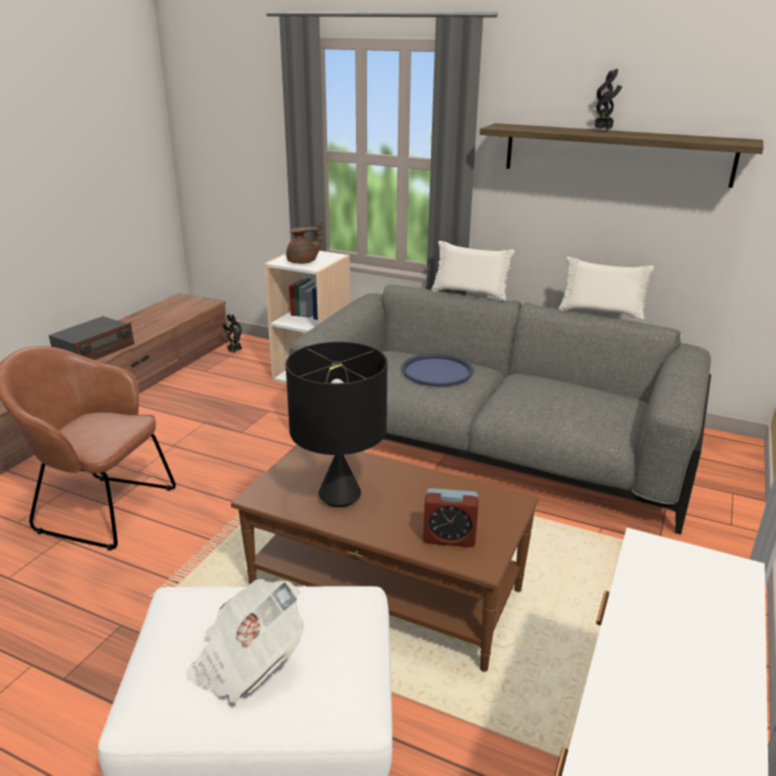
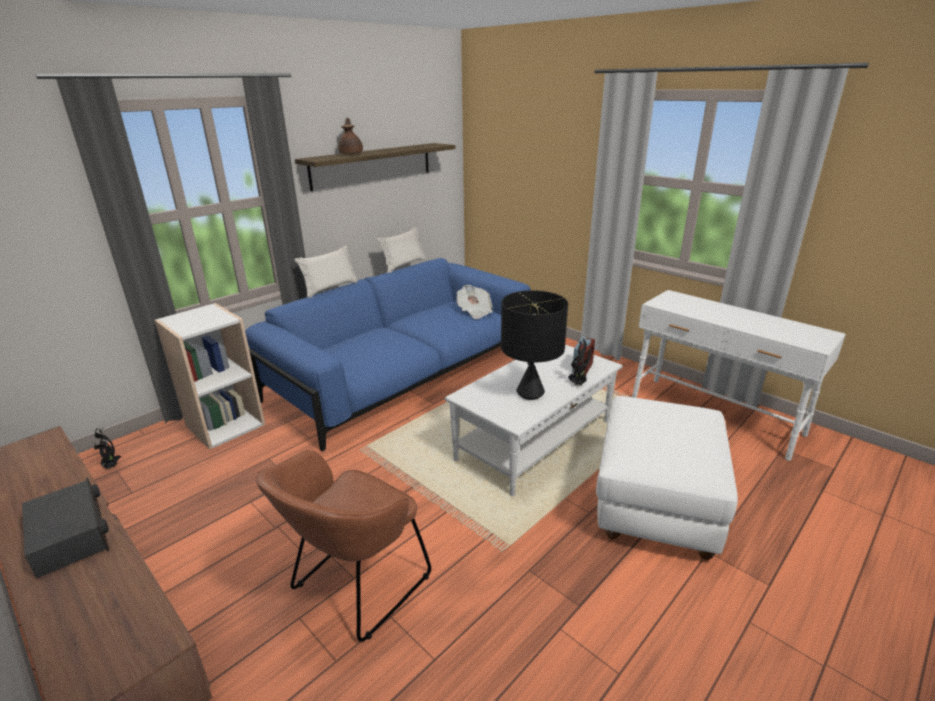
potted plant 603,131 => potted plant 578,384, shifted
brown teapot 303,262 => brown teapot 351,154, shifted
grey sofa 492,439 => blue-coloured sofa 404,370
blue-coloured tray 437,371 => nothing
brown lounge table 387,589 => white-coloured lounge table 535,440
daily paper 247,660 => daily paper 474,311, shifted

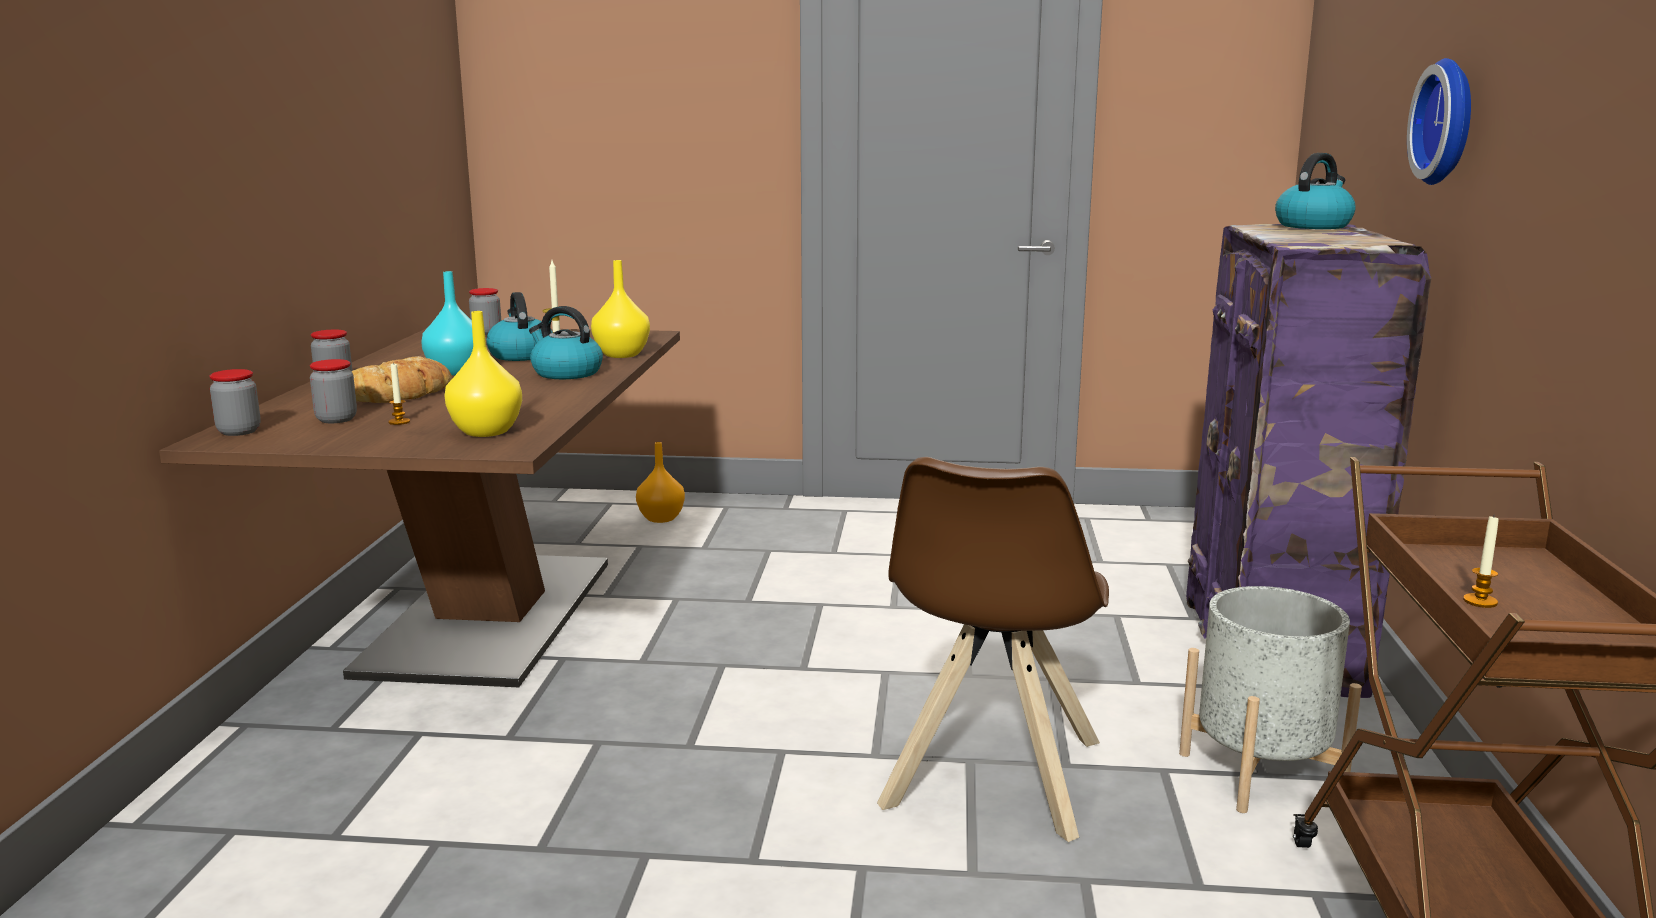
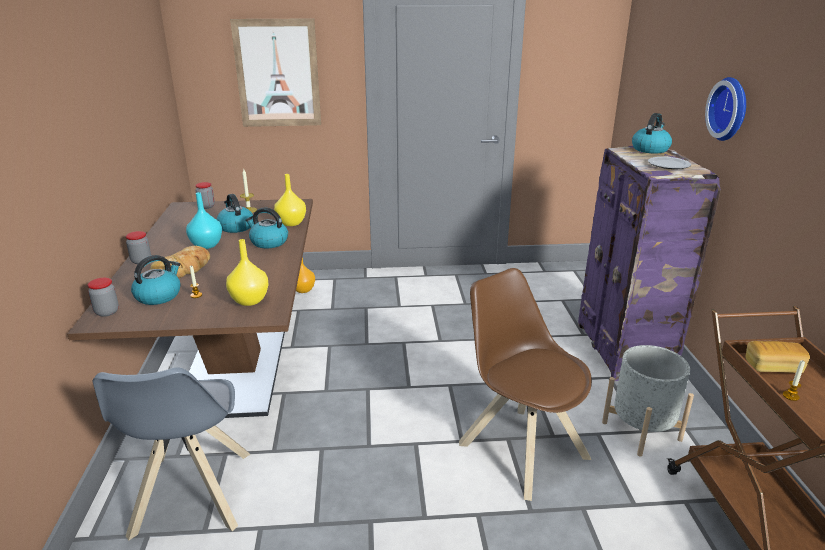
storage jar 336,419 => water kettle 159,295
brown chair 990,777 => brown chair 520,448, 135 degrees clockwise
nothing => wall picture 277,74
nothing => flat dish 668,165
nothing => bread 773,367
nothing => grey chair 191,496

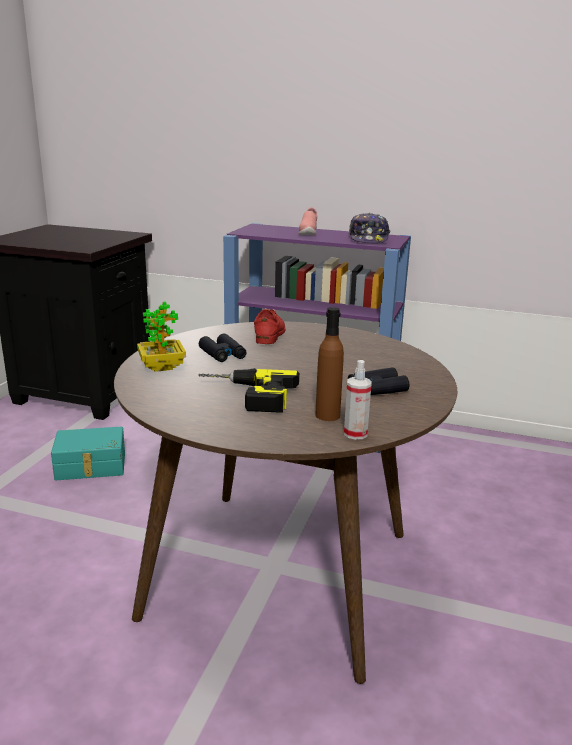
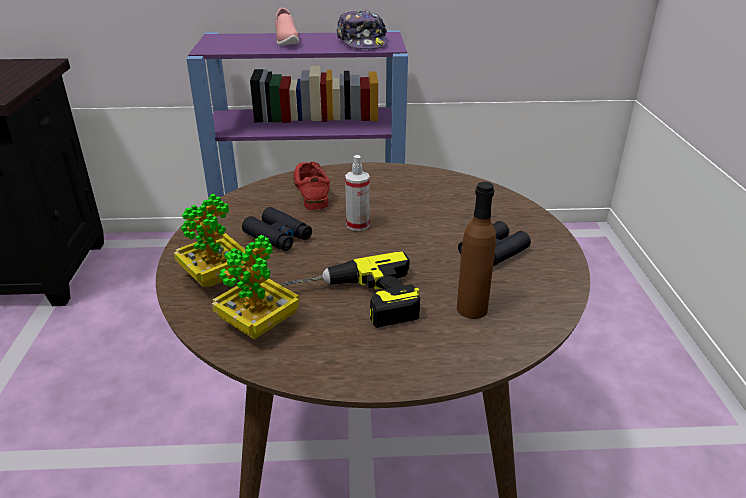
hand sprayer 355,433 => hand sprayer 358,225, shifted
turquoise-coloured storage box 91,466 => nothing
nothing => potted plant 258,324

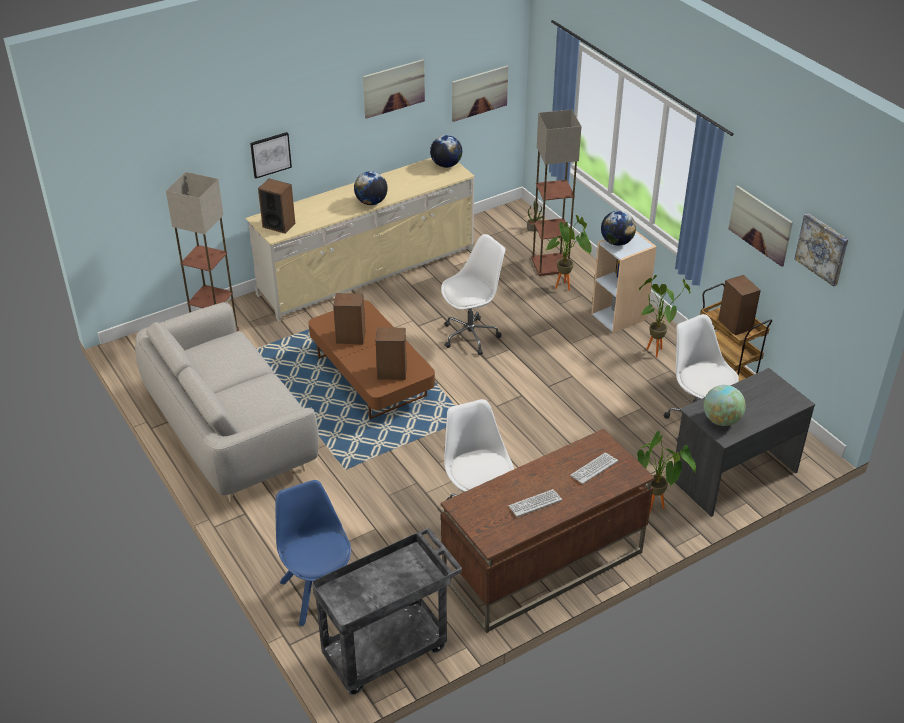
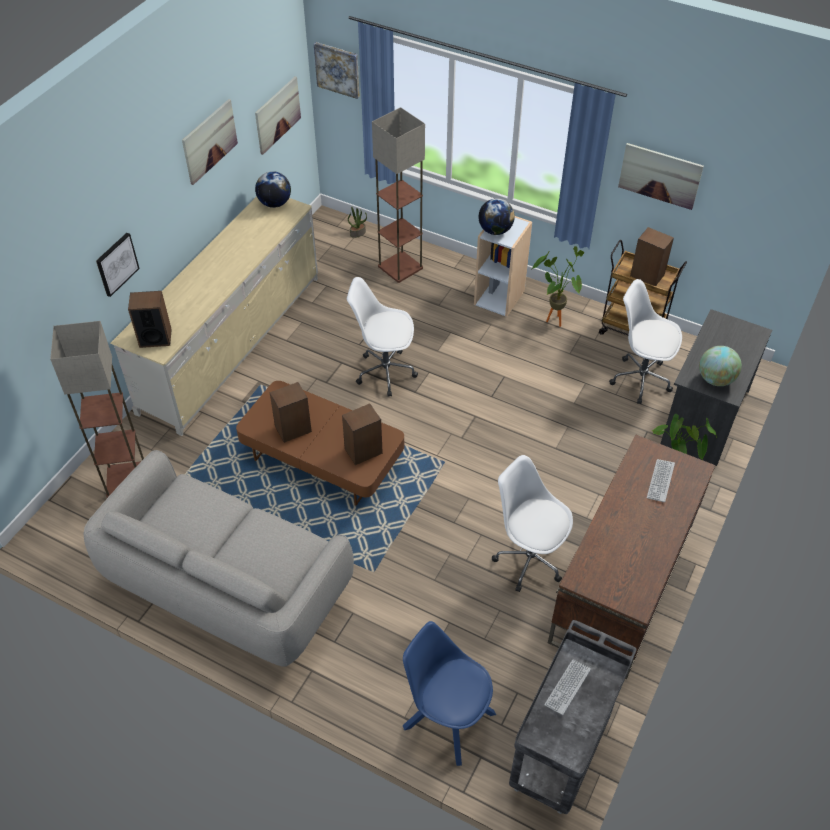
world globe 371,202 => nothing
wall picture 822,248 => wall picture 337,69, shifted
potted plant 567,287 => nothing
white-coloured computer chair 471,336 => white-coloured computer chair 384,372, 105 degrees counterclockwise
keyboard 535,503 => keyboard 567,687, shifted

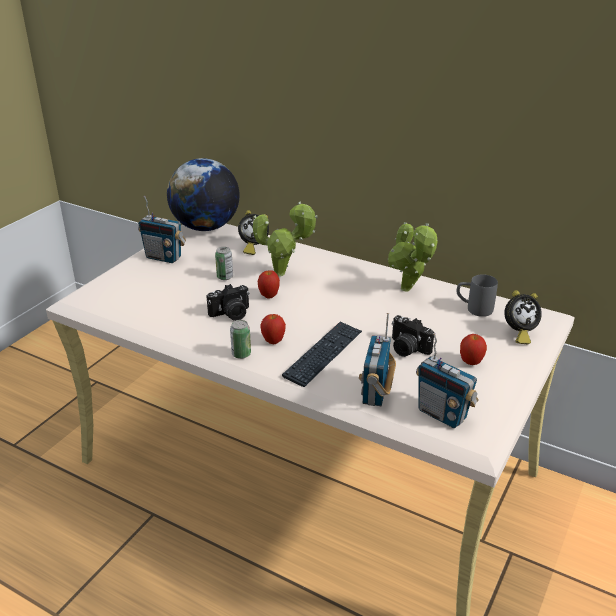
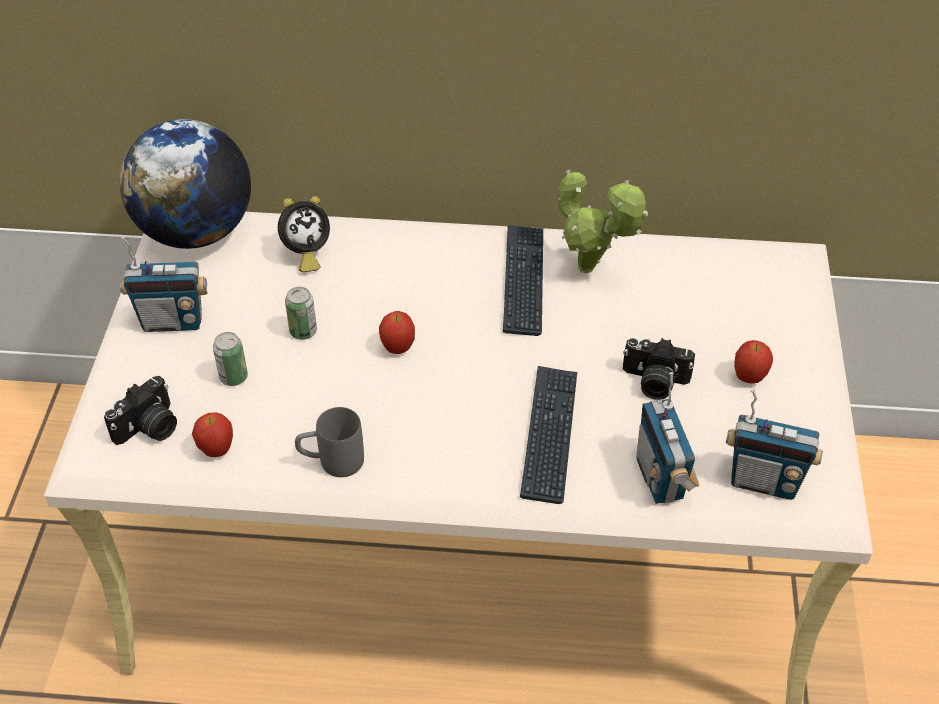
potted plant 283,274 => nothing
grey coffee mug 473,309 => grey coffee mug 331,462, shifted
photo camera 231,314 => photo camera 149,428, shifted
table clock 518,334 => nothing
apple fruit 273,341 => apple fruit 216,450, shifted
sealed can 241,354 => sealed can 233,377, shifted
nothing => keyboard 523,281

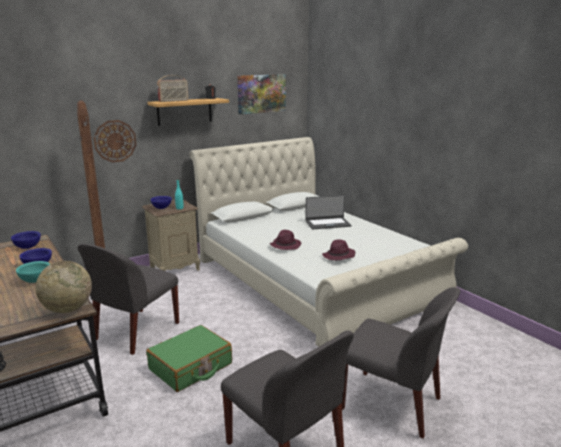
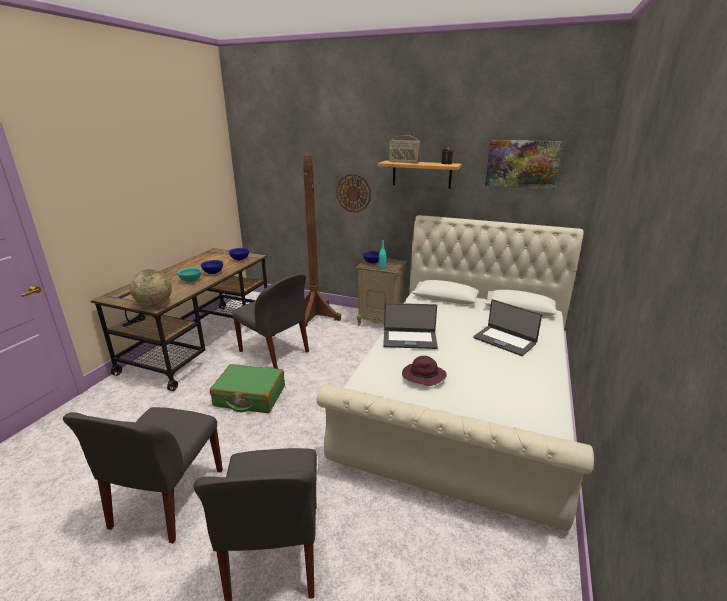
purplish hat 285,245 => portable computer 409,339
grey chair 135,332 => grey chair 275,352, 135 degrees counterclockwise

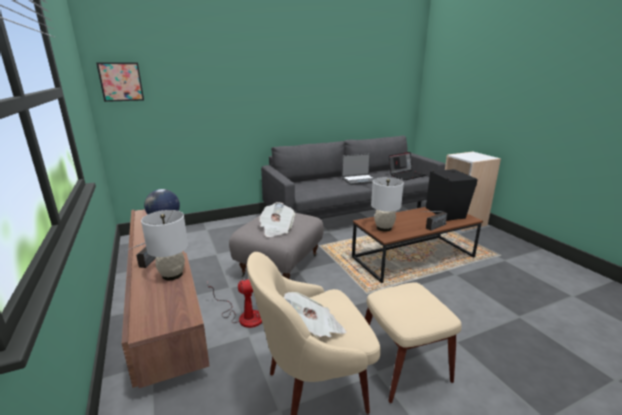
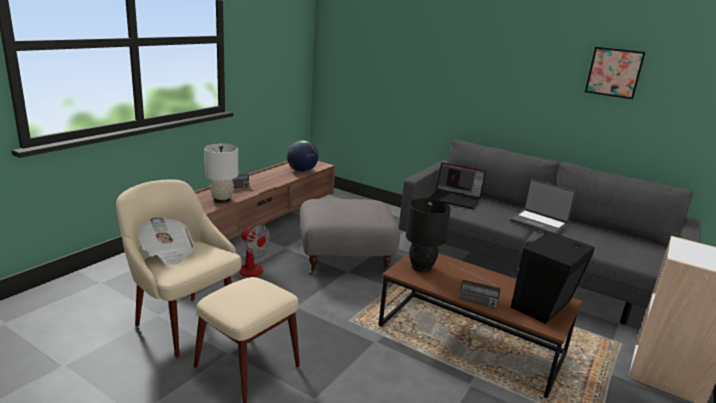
wall picture 121,82 => wall picture 614,72, shifted
portable computer 406,175 => portable computer 455,199, shifted
white-coloured tabletop lamp 384,228 => blackish tabletop lamp 421,267
daily paper 276,229 => nothing

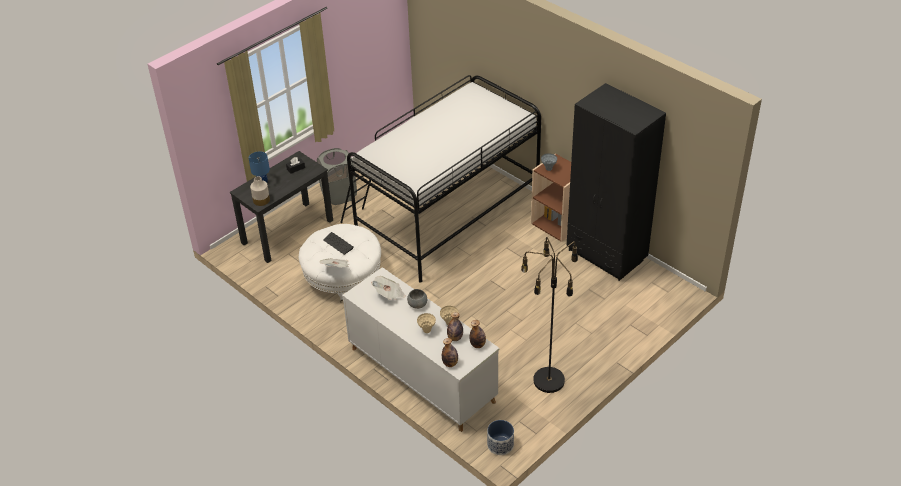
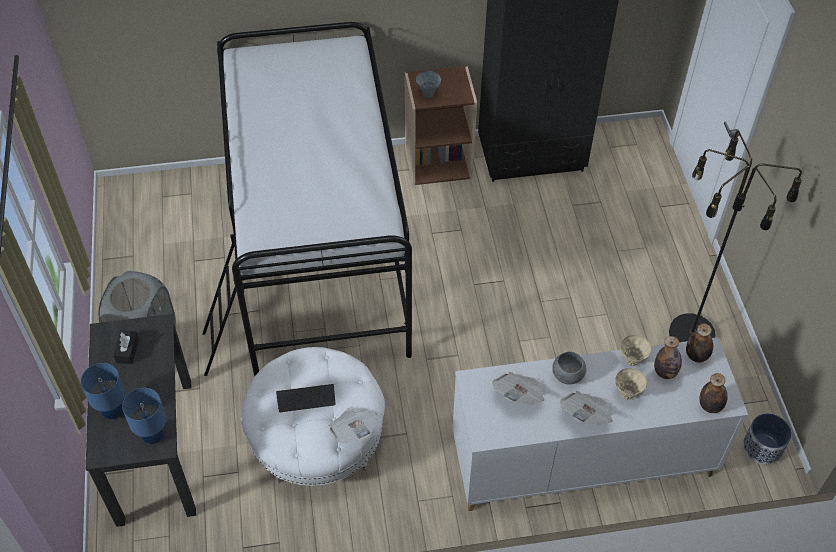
beige-coloured vase 261,200 => blue-coloured tabletop lamp 152,436
nothing => daily paper 587,415

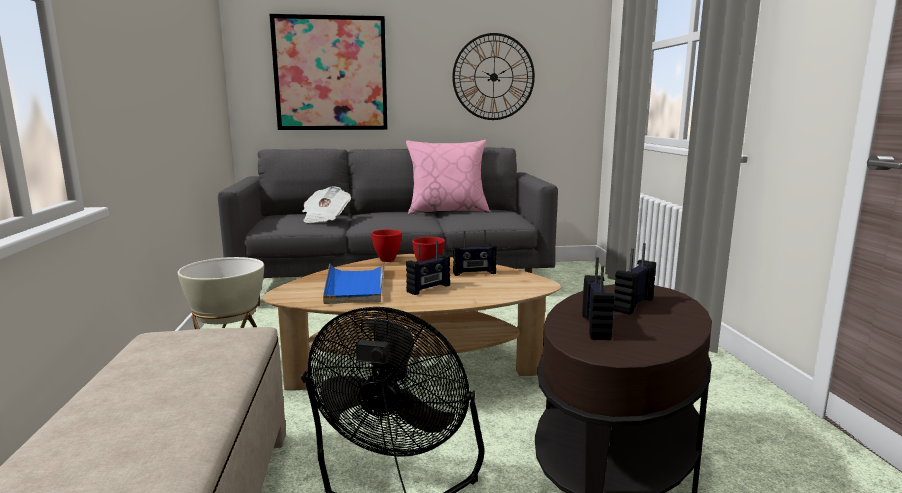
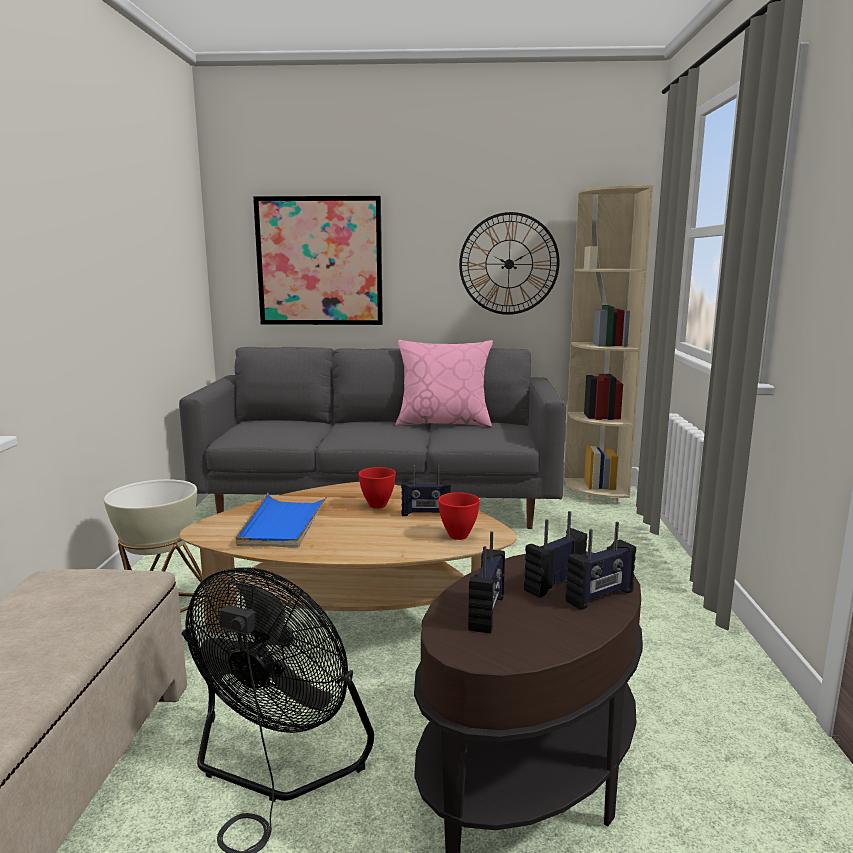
daily paper 325,218 => nothing
red-coloured deep dish 387,260 => red-coloured deep dish 459,535, shifted
radio receiver 429,289 => radio receiver 600,597, shifted
nothing => beige-coloured shelving unit 596,495

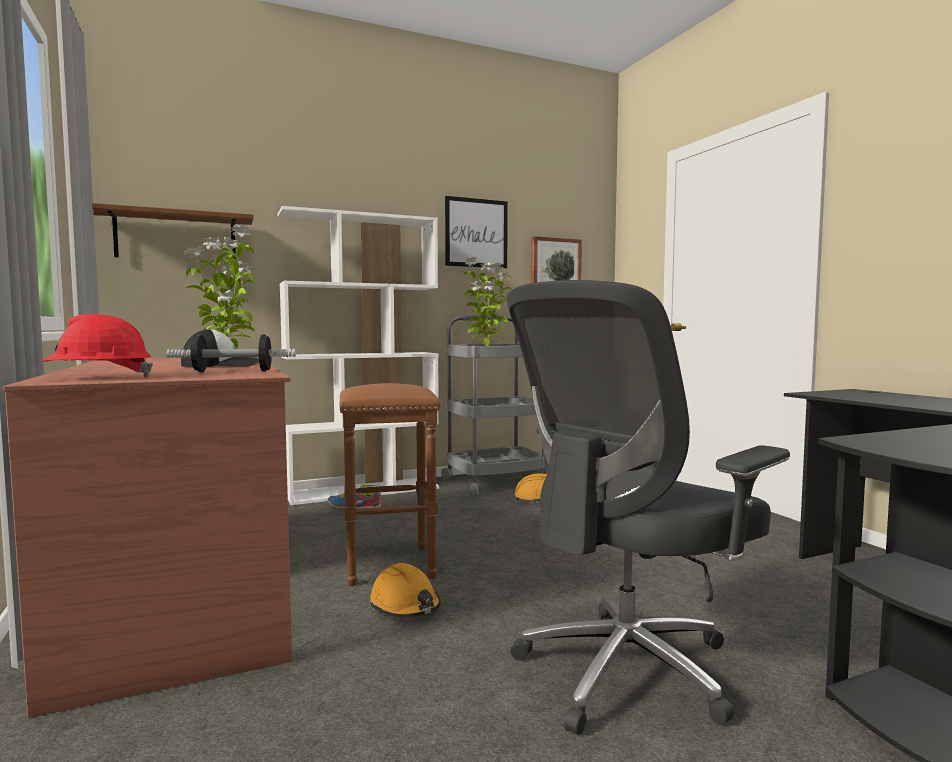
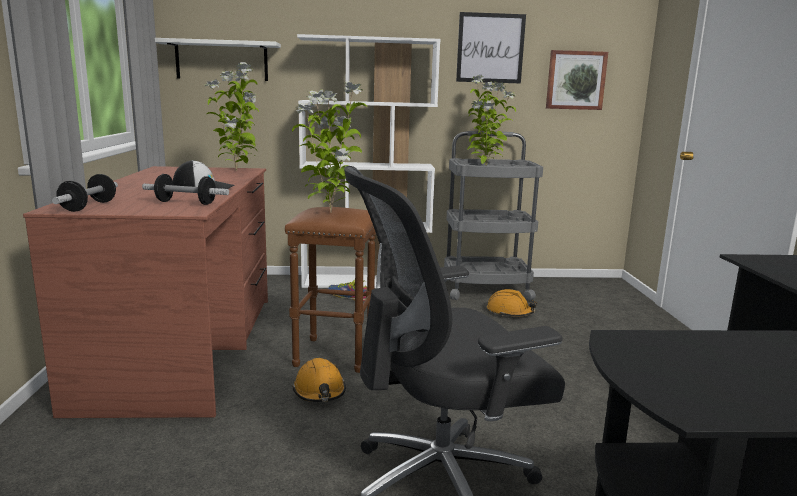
brown wall shelf 176,237 => white-coloured wall shelf 221,61
red-coloured hard hat 99,378 => free weight 89,206
nothing => potted plant 330,212

